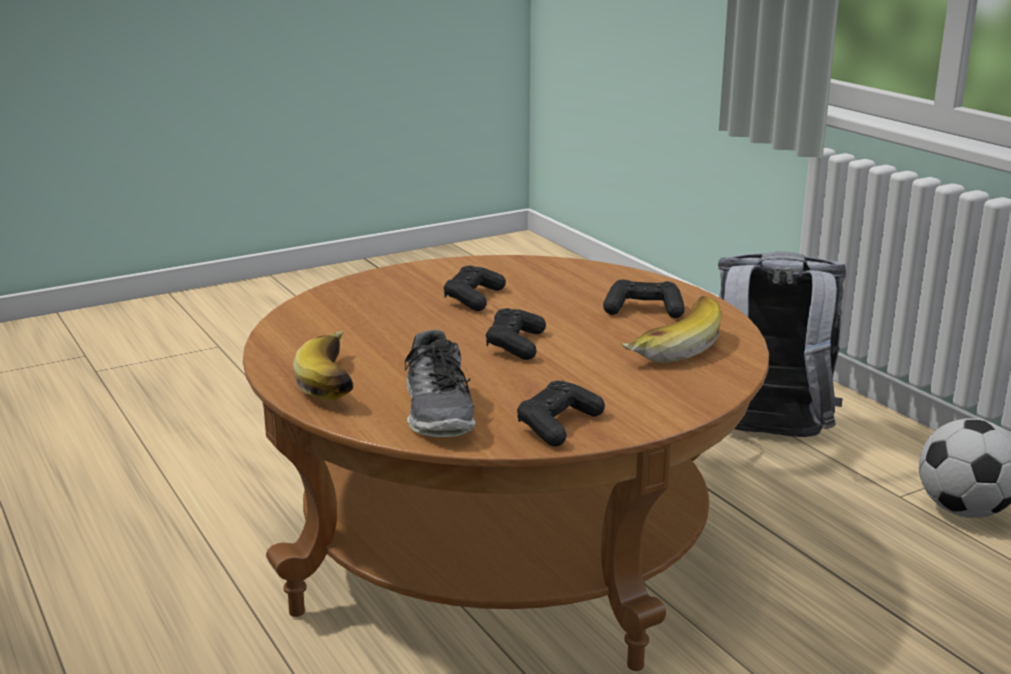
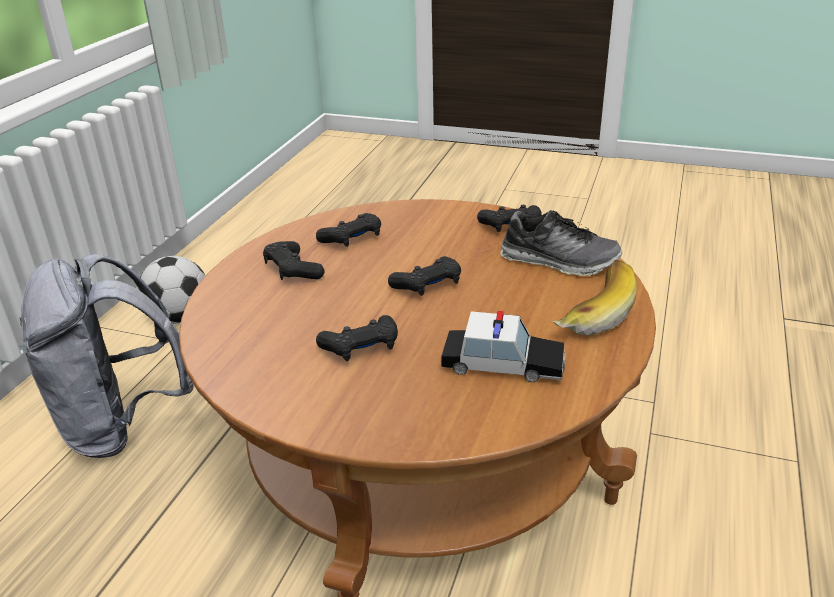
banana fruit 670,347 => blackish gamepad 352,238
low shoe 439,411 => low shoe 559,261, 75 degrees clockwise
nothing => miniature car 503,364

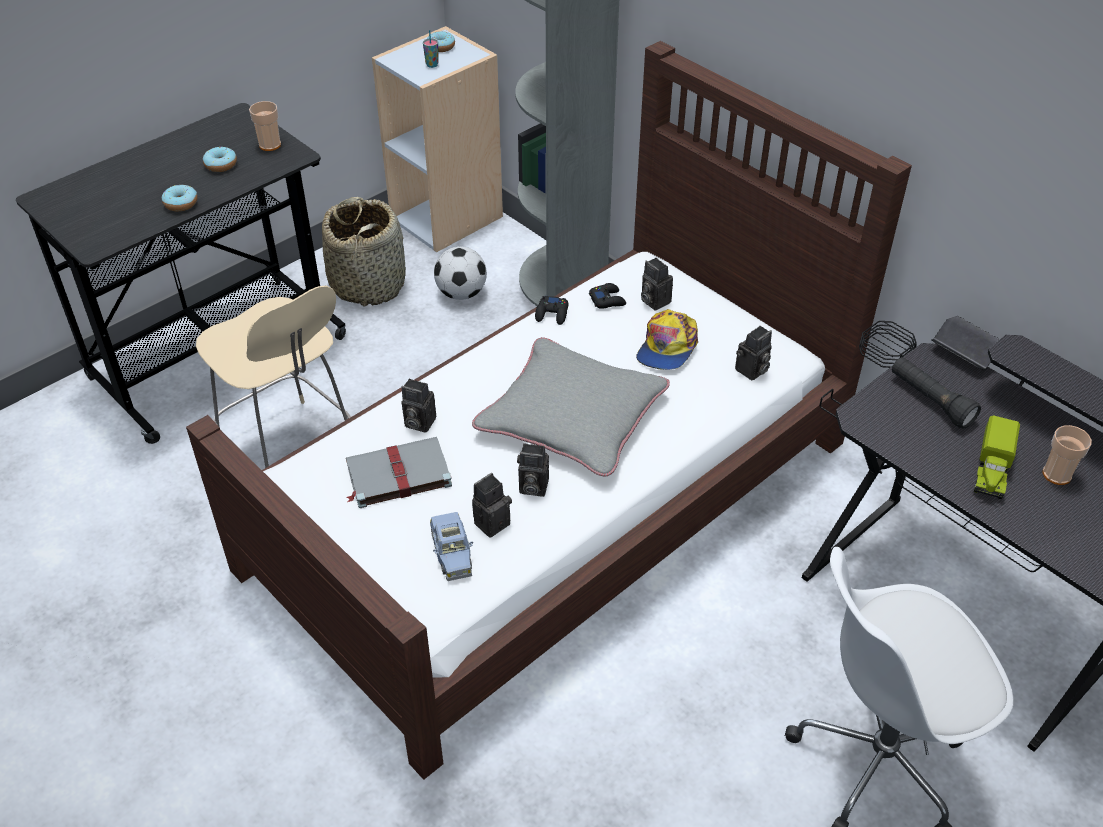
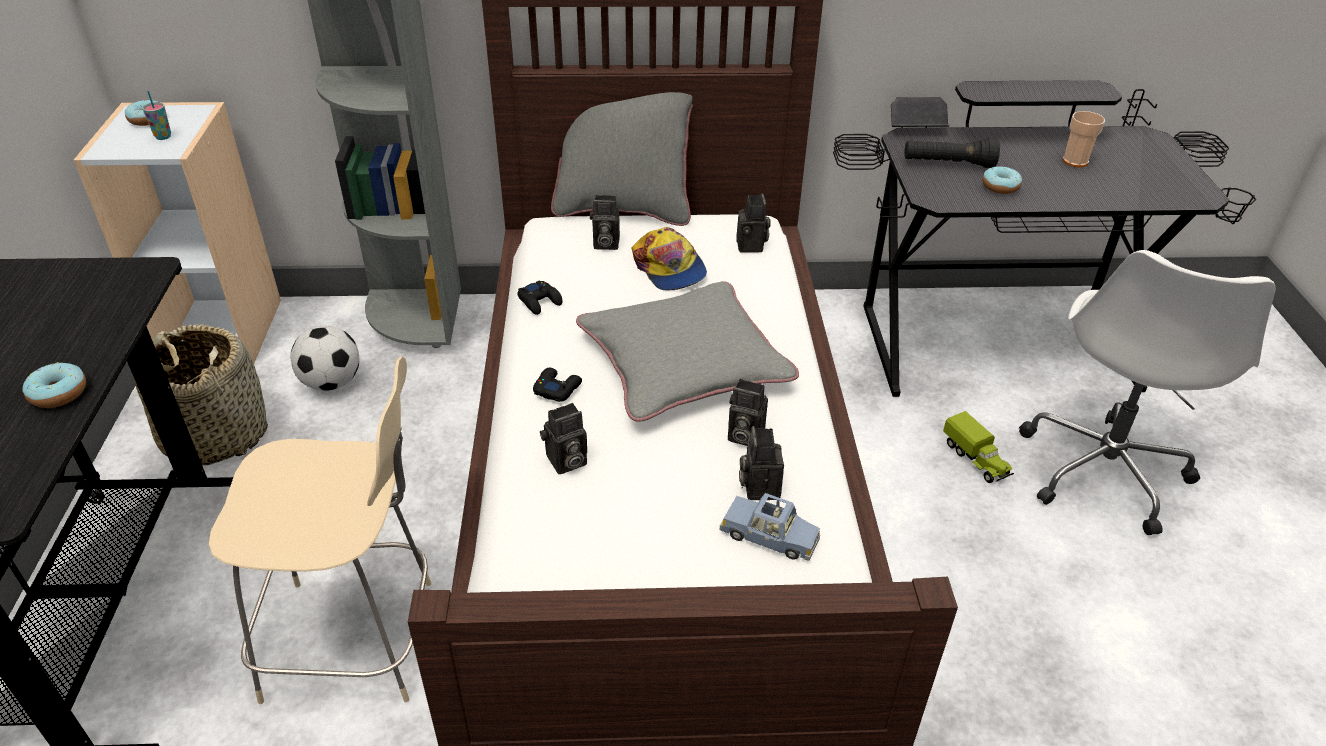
small cup 270,145 => nothing
doughnut 221,165 => doughnut 1000,187, shifted
blackish gamepad 607,300 => blackish gamepad 557,388, shifted
model truck 991,471 => model truck 976,459, shifted
grey book 397,475 => nothing
photo camera 531,487 => photo camera 743,436, 60 degrees clockwise
nothing => grey pillow 623,209

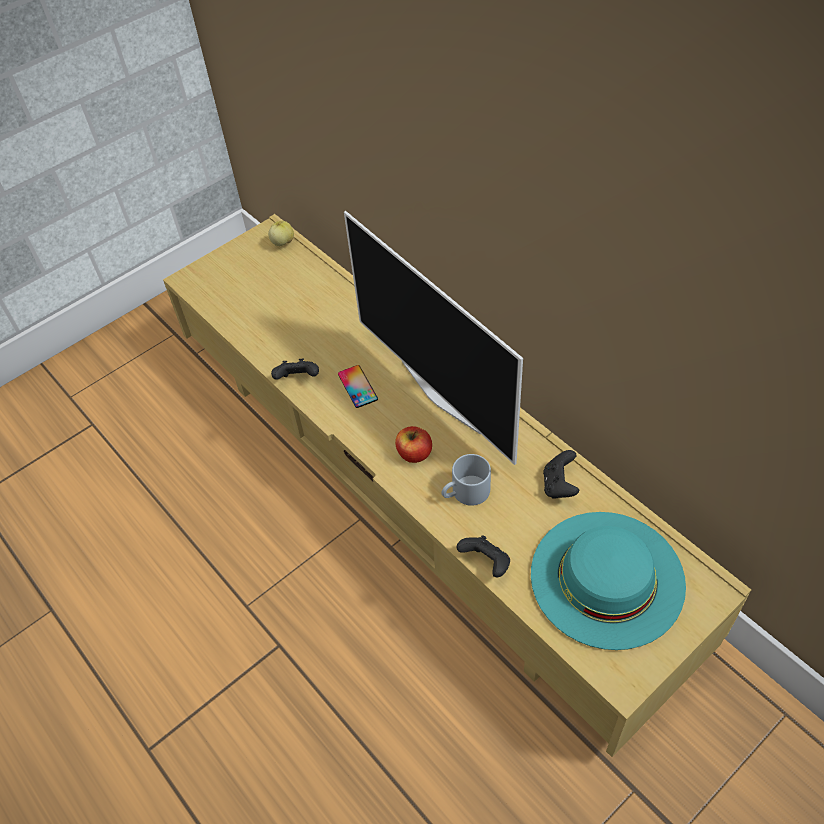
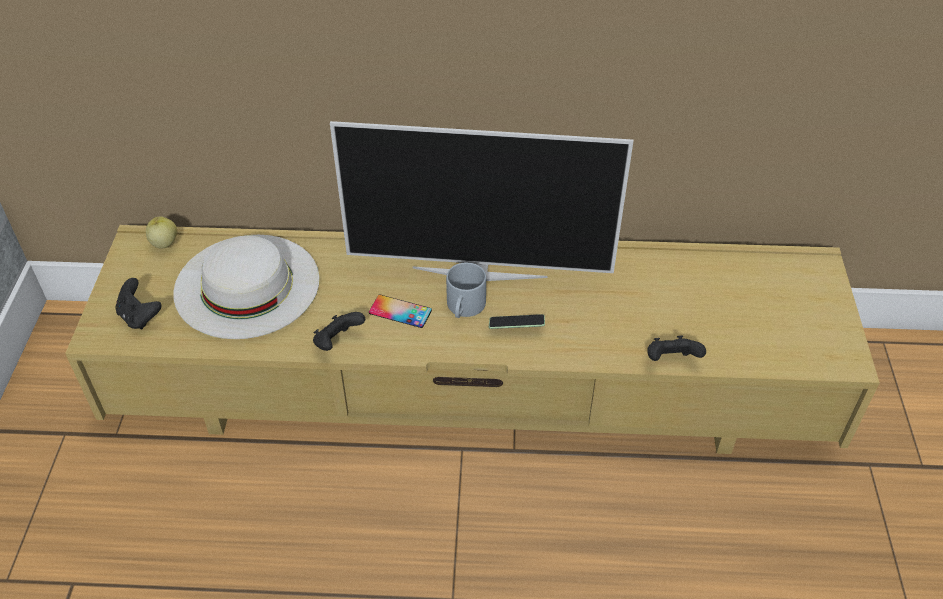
apple fruit 414,453 => handset 516,327
blackish gamepad 559,485 => blackish gamepad 140,317, shifted
grey coffee mug 465,493 => grey coffee mug 465,308, shifted
turquoise-coloured hat 607,578 => nothing
nothing => white-coloured hat 247,285

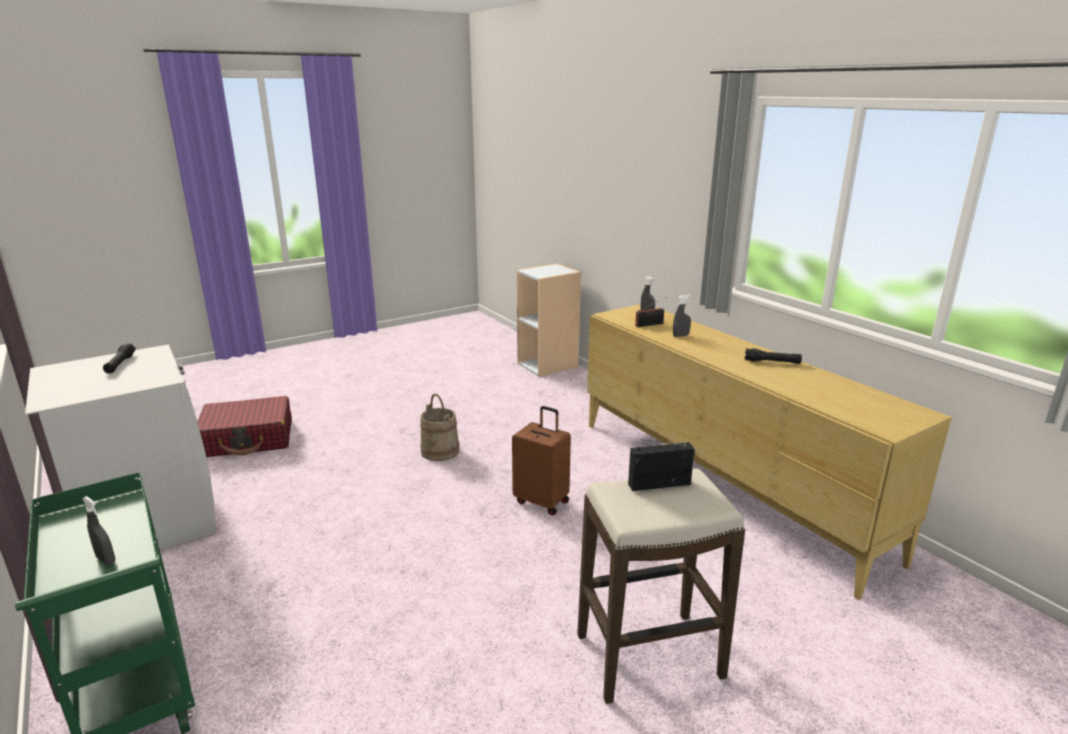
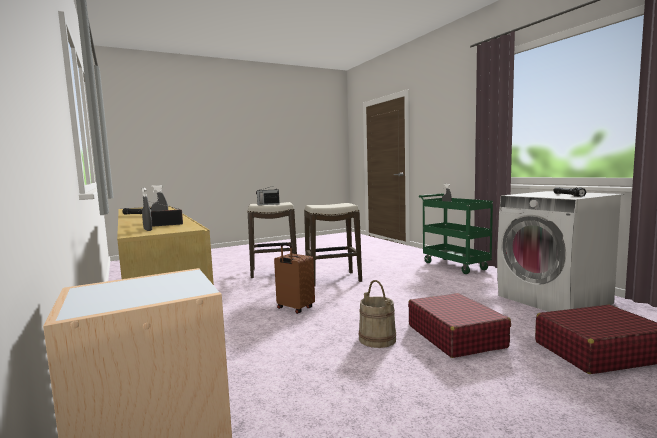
nothing => stool 333,279
nothing => red-coloured travel case 455,336

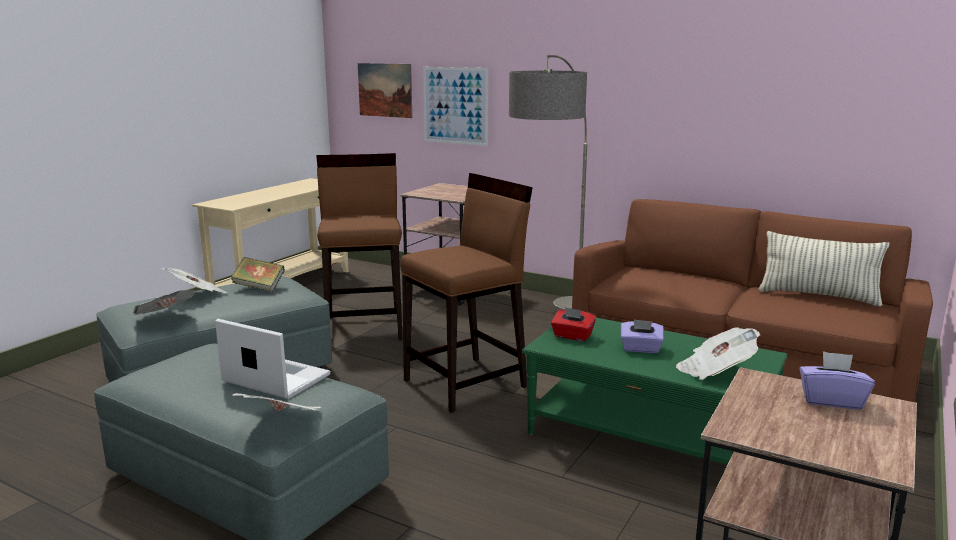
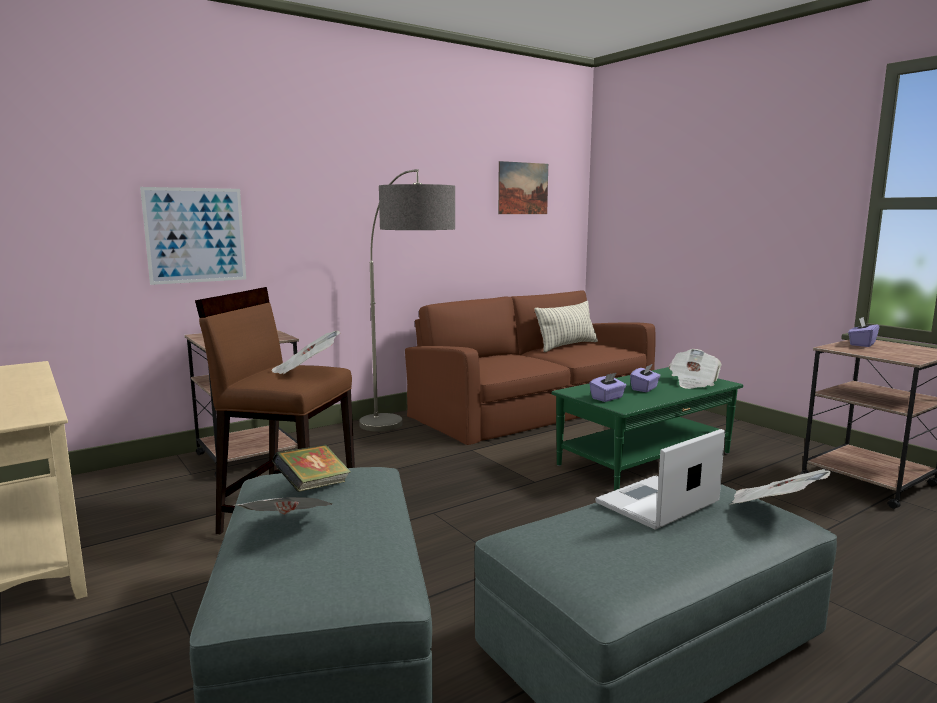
wall picture 385,90 => wall picture 523,188, shifted
brown stool 466,383 => nothing
daily paper 165,318 => daily paper 305,371, shifted
red-coloured tissue box 572,336 => purplish tissue box 607,398

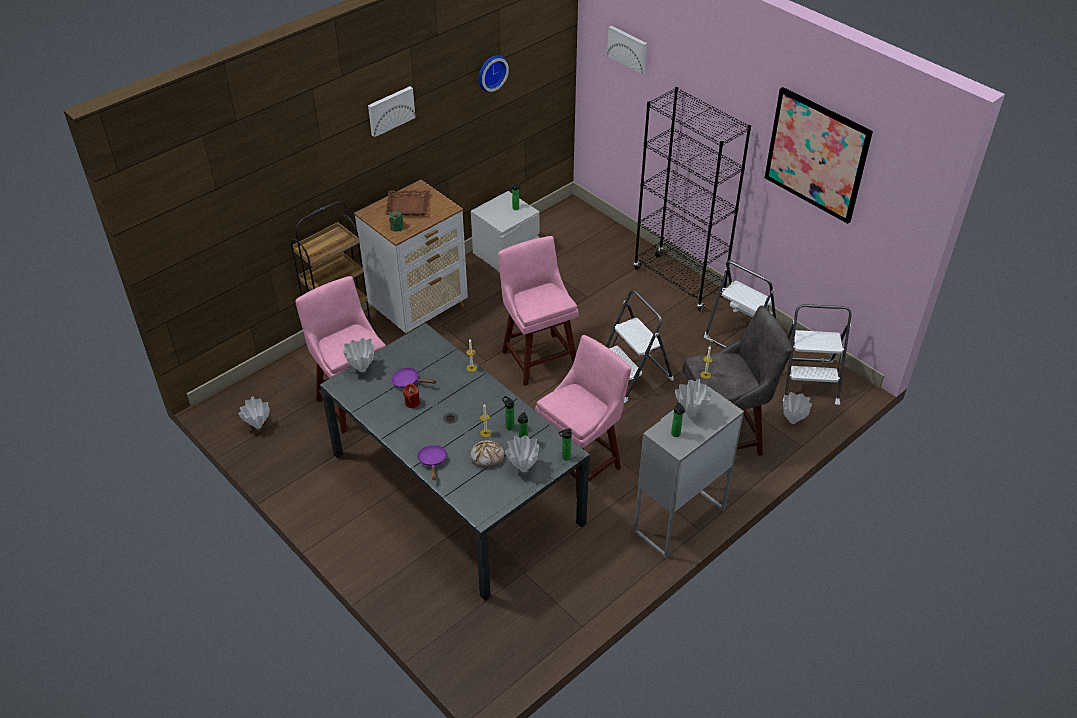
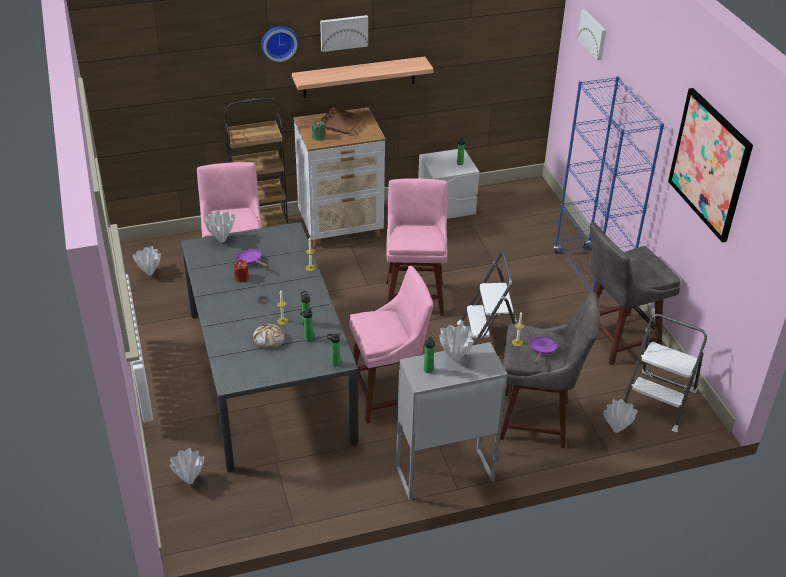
clock on the wall 490,72 => clock on the wall 278,42, shifted
blackish shelving unit 679,282 => blue-coloured shelving unit 589,276
white-coloured step ladder 738,335 => grey stool 616,339
white-coloured vase 523,468 => white-coloured vase 190,480, shifted
purplish skillet 432,461 => purplish skillet 541,351, shifted
nothing => wall shelf 359,77

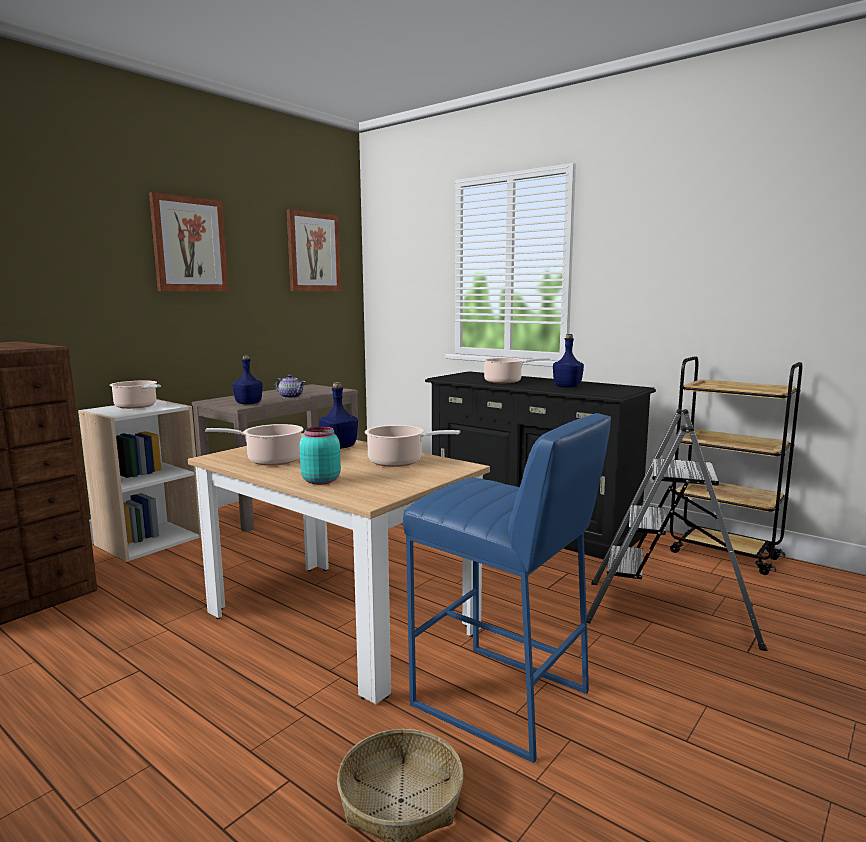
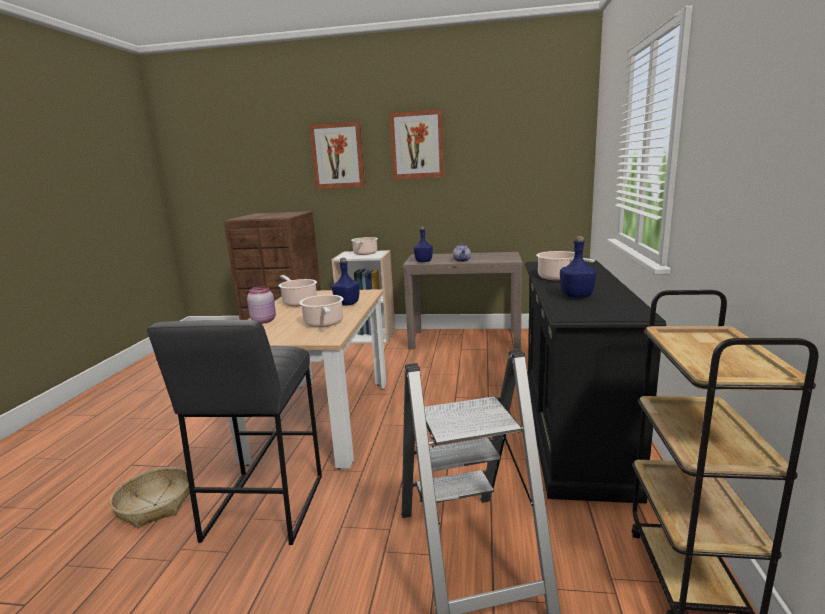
wall picture 313,252 => wall picture 338,156, shifted
blue-coloured stool 503,699 => grey stool 264,508
turquoise-coloured storage jar 320,480 => pink storage jar 264,321

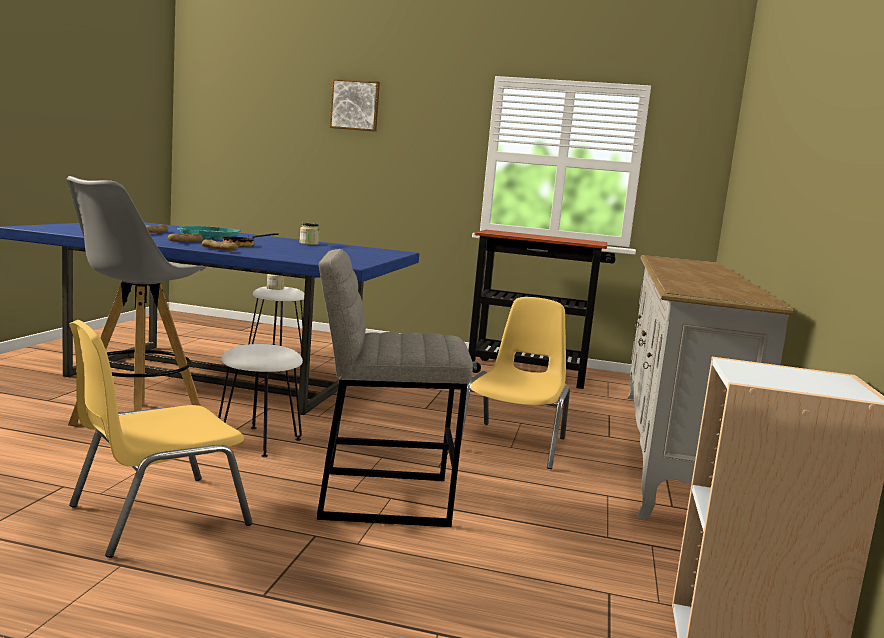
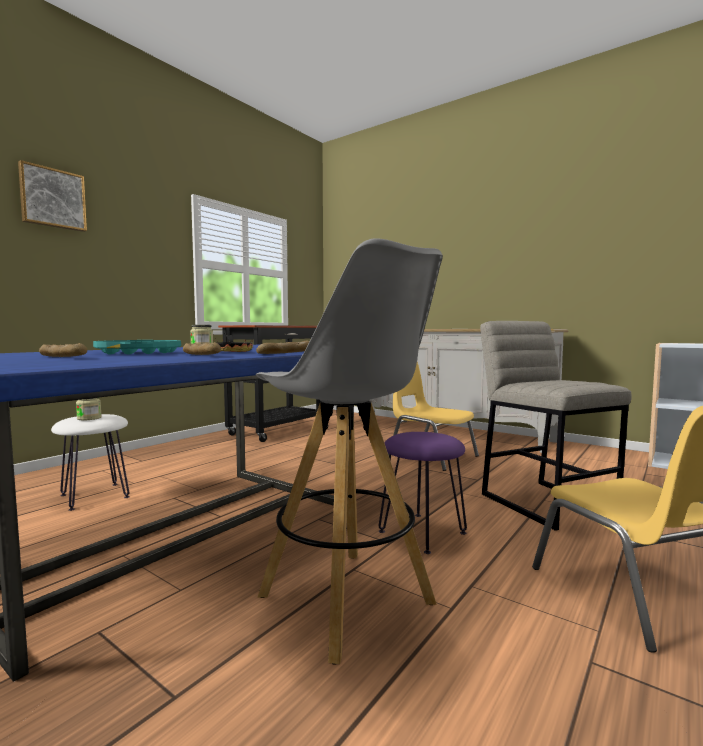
grey chair 380,497 => grey chair 544,502, 135 degrees clockwise
white-coloured stool 258,441 => purplish stool 422,532

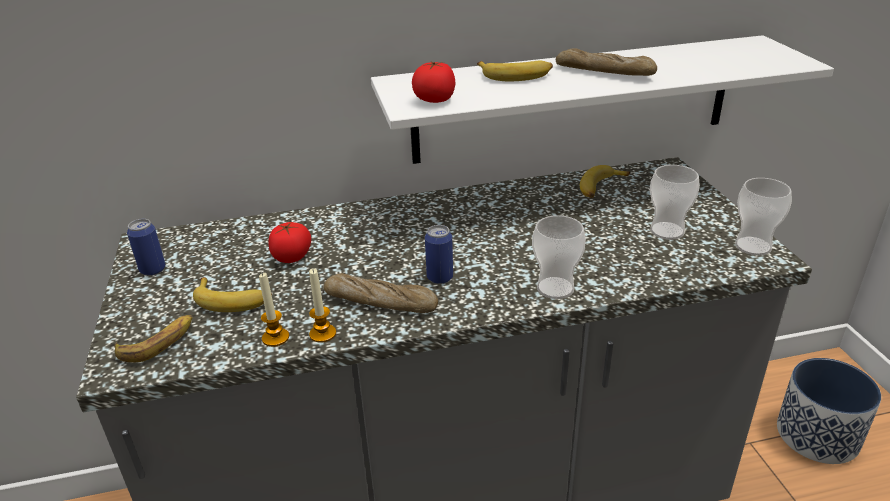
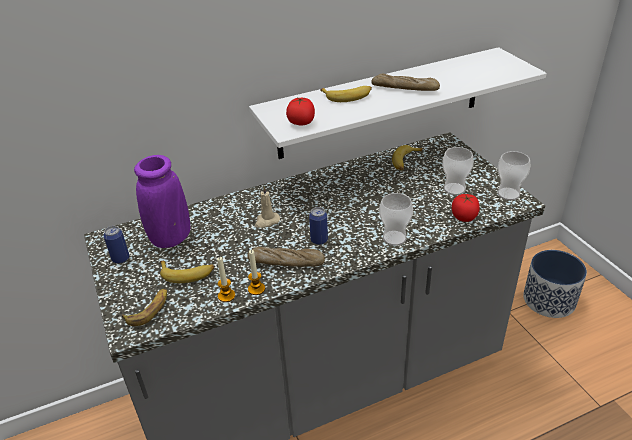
tomato 292,257 => tomato 464,217, shifted
nothing => purplish vase 171,238
nothing => beige-coloured wax light 267,221

